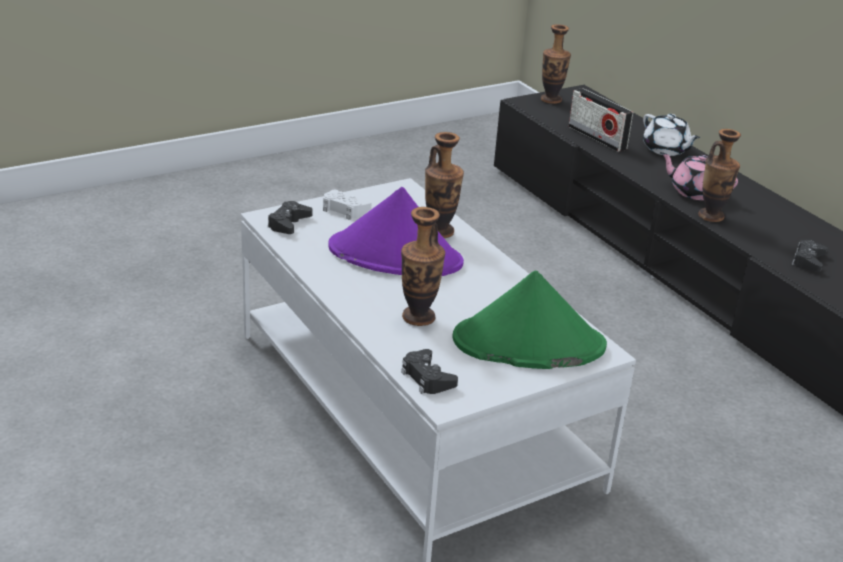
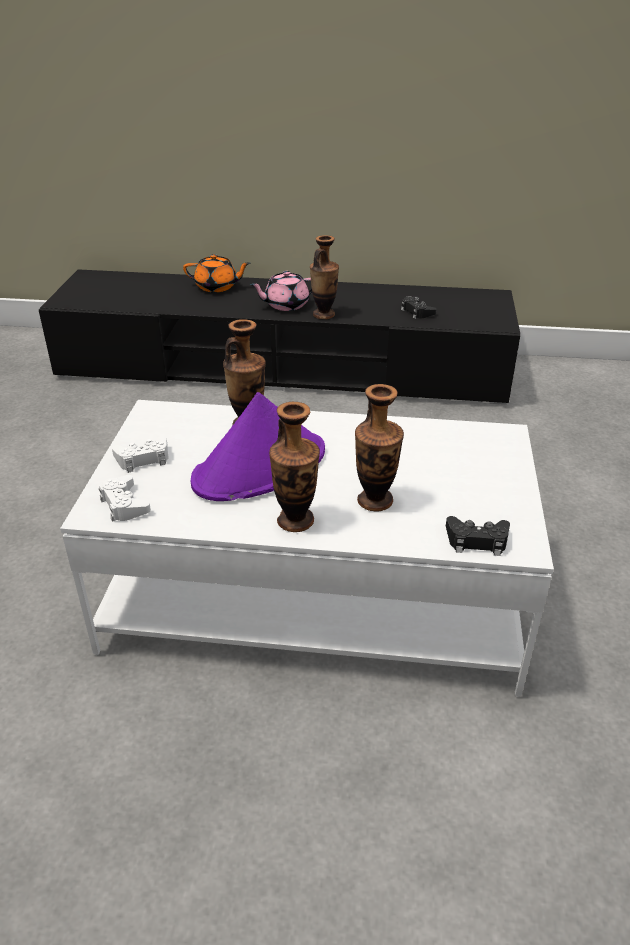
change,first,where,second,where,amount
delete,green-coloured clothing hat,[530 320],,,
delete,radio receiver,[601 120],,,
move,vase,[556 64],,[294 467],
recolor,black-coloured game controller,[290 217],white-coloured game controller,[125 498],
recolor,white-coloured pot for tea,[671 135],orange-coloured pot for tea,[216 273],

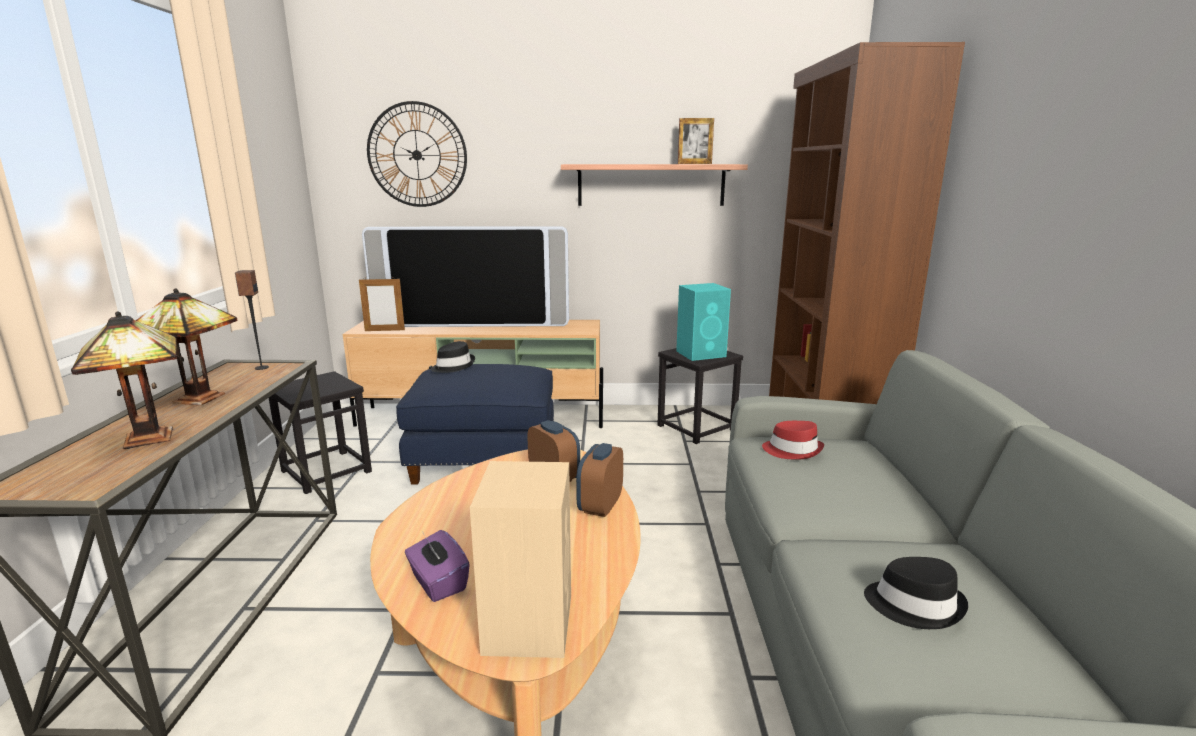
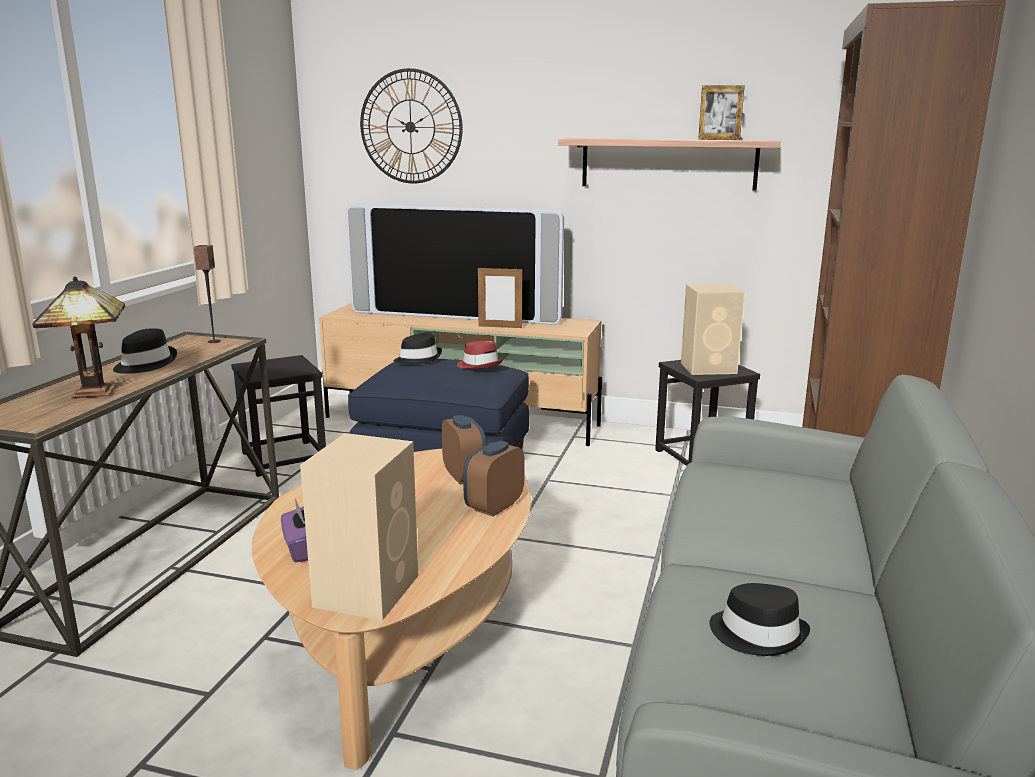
change,first,where,second,where,amount
move,picture frame,[382 304],,[500 297],
move,reddish clothing hat,[793 440],,[480 355],
replace,lamp for a table,[186 347],black-coloured clothing hat,[145 351],
recolor,blue-green speaker,[703 322],beige speaker,[713 329],

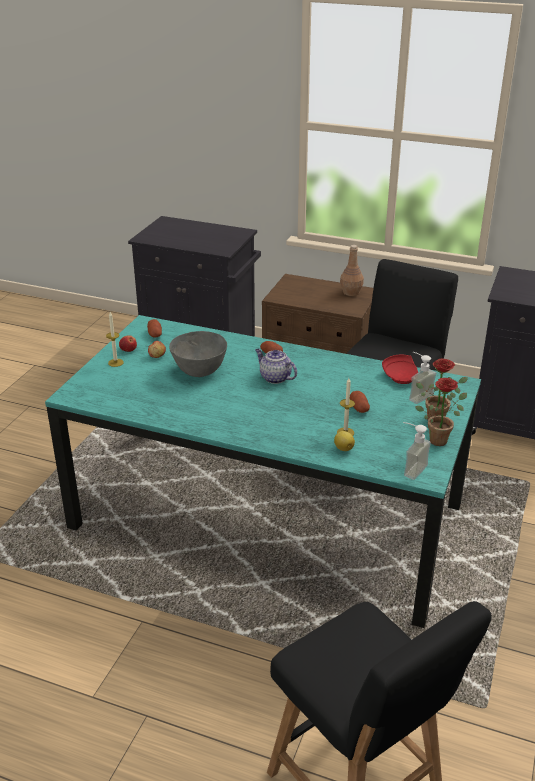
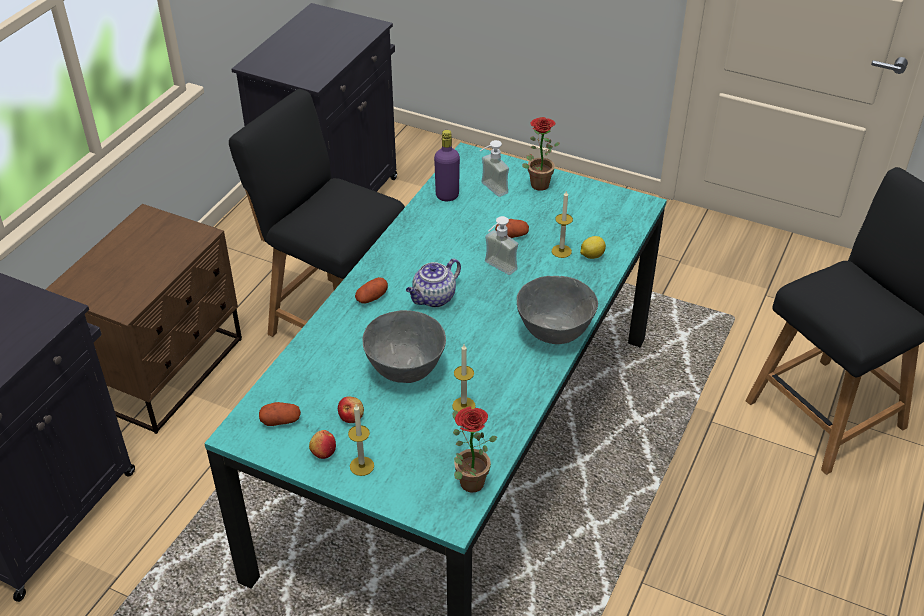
change,first,where,second,where,amount
delete,brown-coloured bottle,[352 270],,,
insert,,,wax candle,[464 378],
insert,,,grey deep dish,[557 310],
move,liquid soap bottle,[417 451],,[501 245],
move,houseplant,[441 412],,[475 449],
replace,reddish plate,[400 369],purple bottle,[447 165],

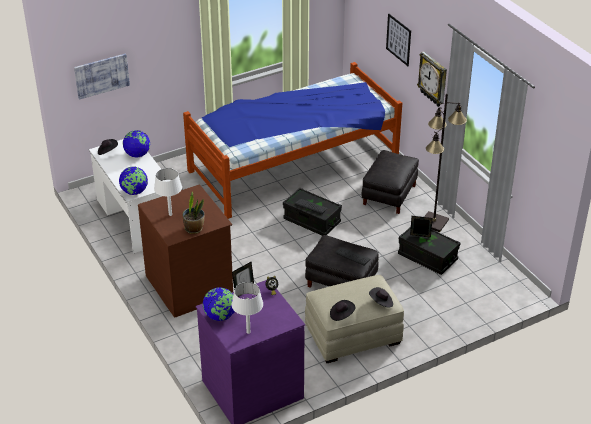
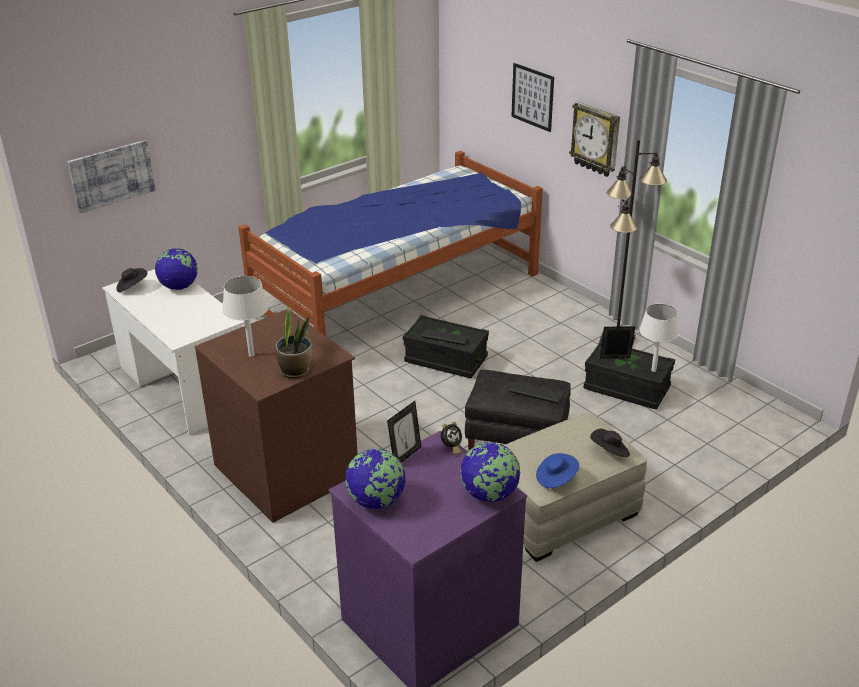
change,first,where,second,where,amount
delete,black-coloured pouffe,[390 182],,,
move,world globe,[133 181],,[490 472],
move,white-coloured lamp for a table,[247 308],,[659 338],
recolor,black-coloured clothing hat,[343 310],blue-coloured clothing hat,[557 470],

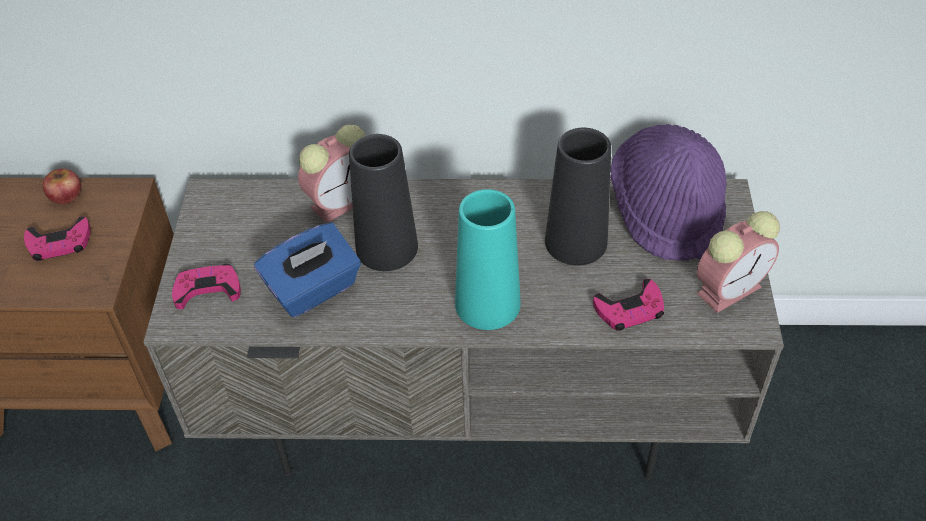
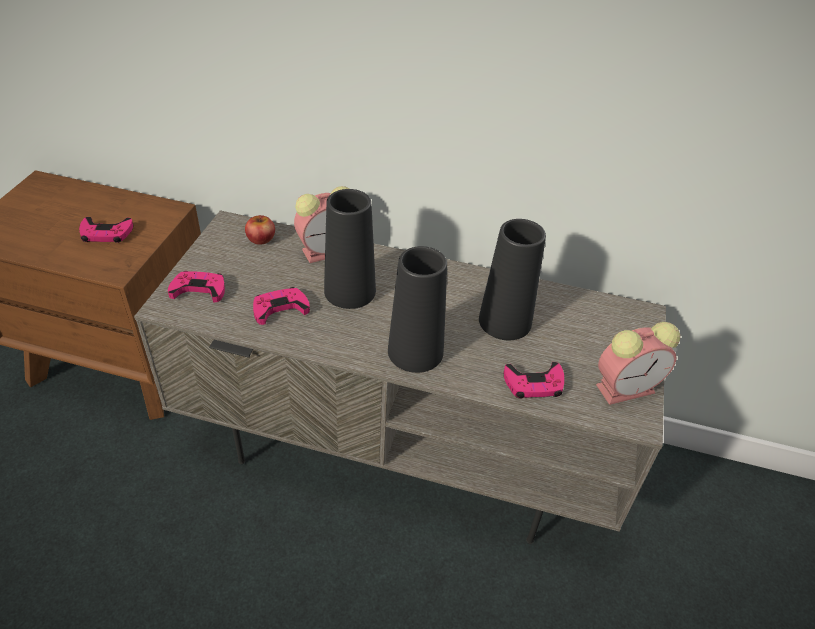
change,first,where,second,where,amount
delete,purple clothing hat,[668 192],,,
move,apple fruit,[62 186],,[260 230],
replace,blue-coloured tissue holder,[307 270],pinkish game controller,[281 306],
recolor,blue-green vase,[488 259],black-coloured vase,[417 309],

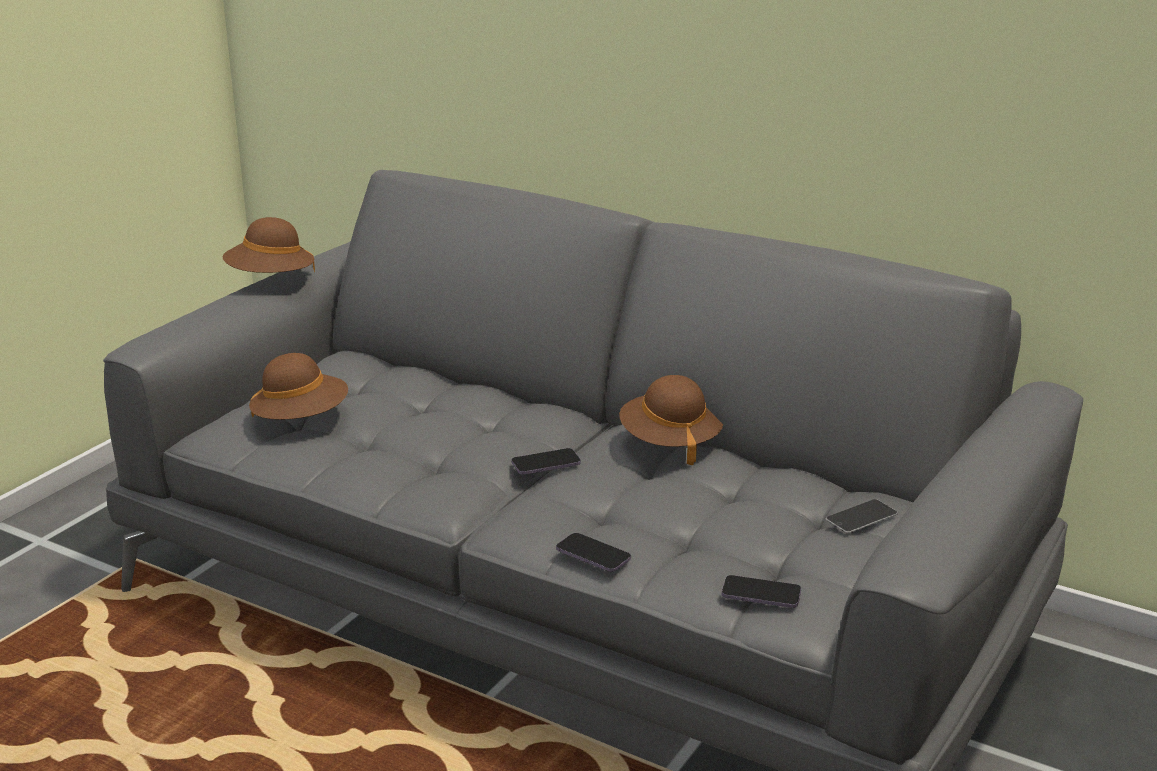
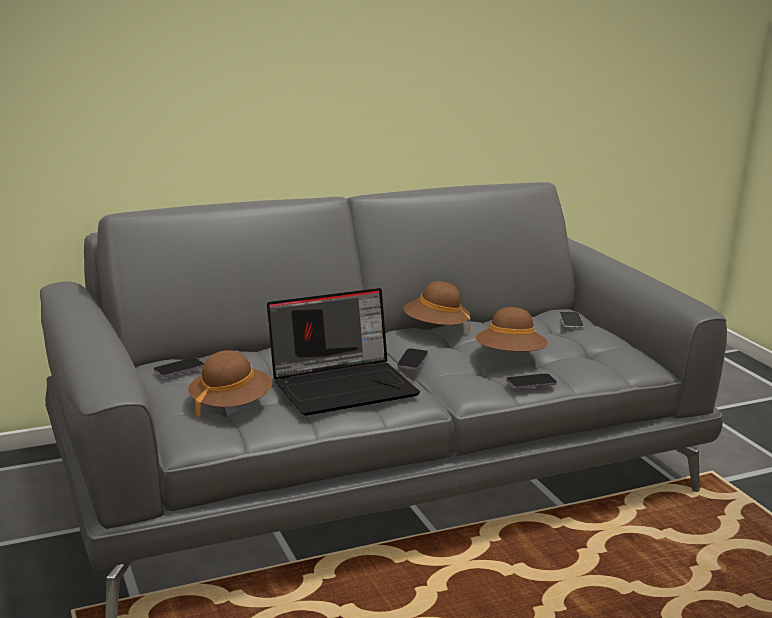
change,first,where,second,where,amount
insert,,,portable computer,[343 352],
move,brown-coloured clothing hat,[269 245],,[512 329],
move,handset,[761 591],,[179 367],

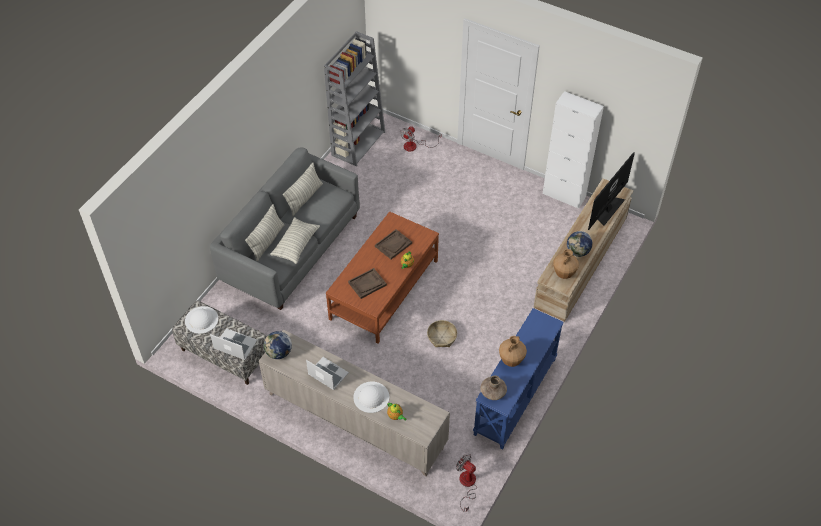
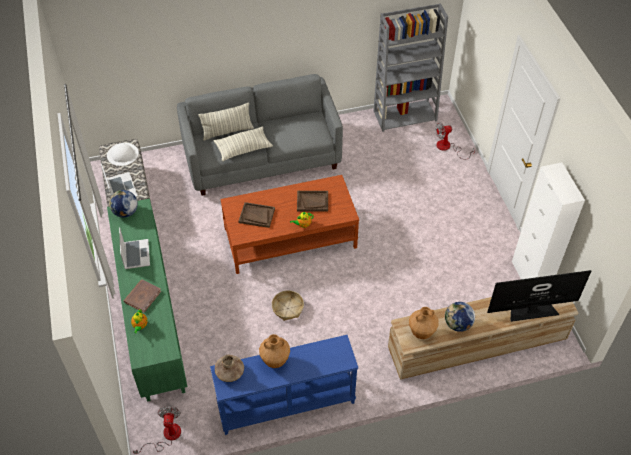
change,first,where,second,where,amount
delete,pillow,[303 189],,,
replace,white-coloured clothing hat,[371 397],brown-coloured bound book,[142 296],
recolor,beige storage cabinet,[354 402],green-coloured storage cabinet,[147 300],

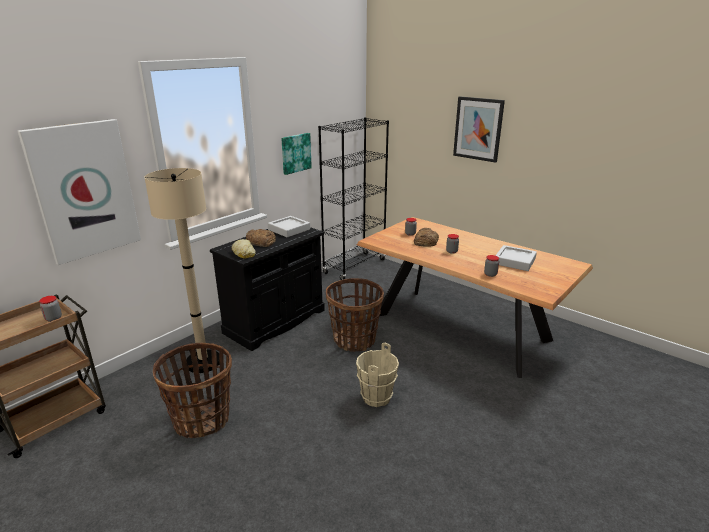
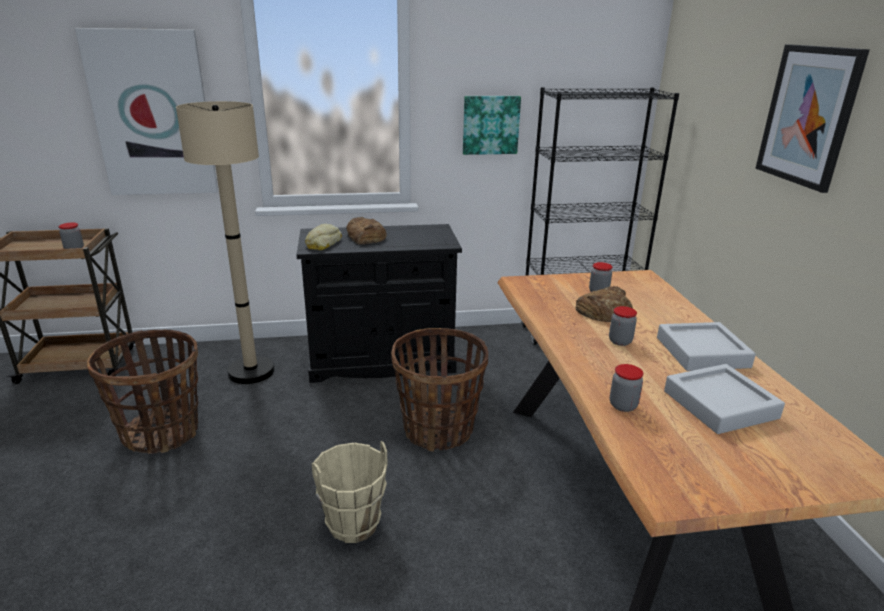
change,first,where,second,where,amount
move,grey tray,[289 226],,[706 346],

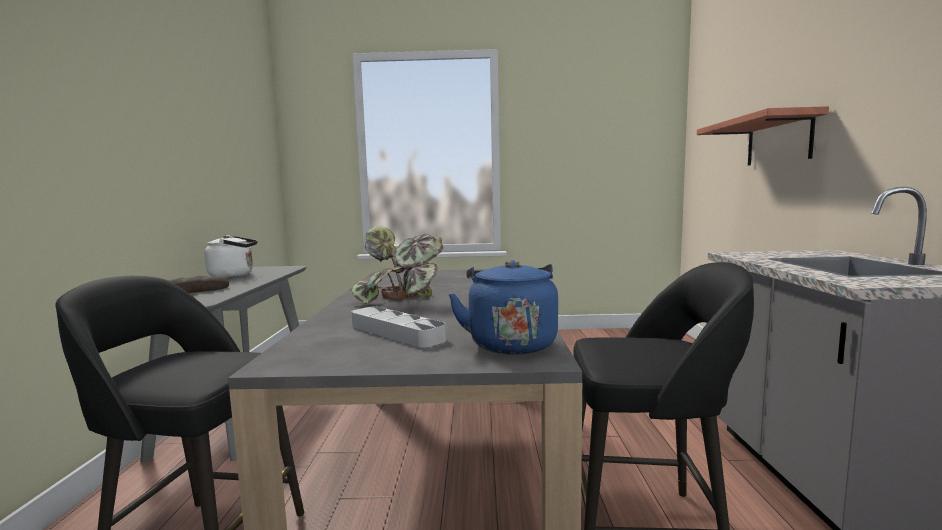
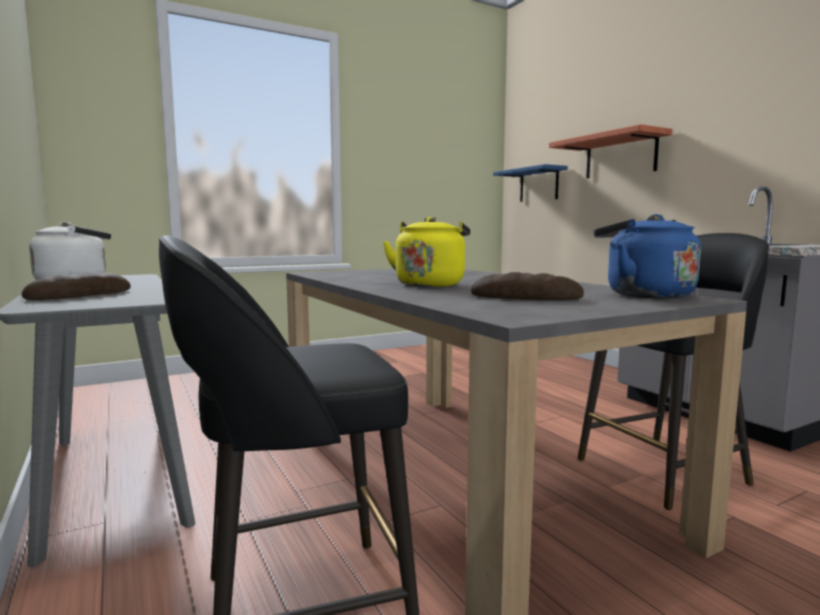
change,first,where,second,where,amount
insert,,,blue-coloured shelf,[530 183],
replace,houseplant,[397 265],yellowish tea kettle,[426 252],
replace,grey tray,[399 326],bakery bread,[527 286],

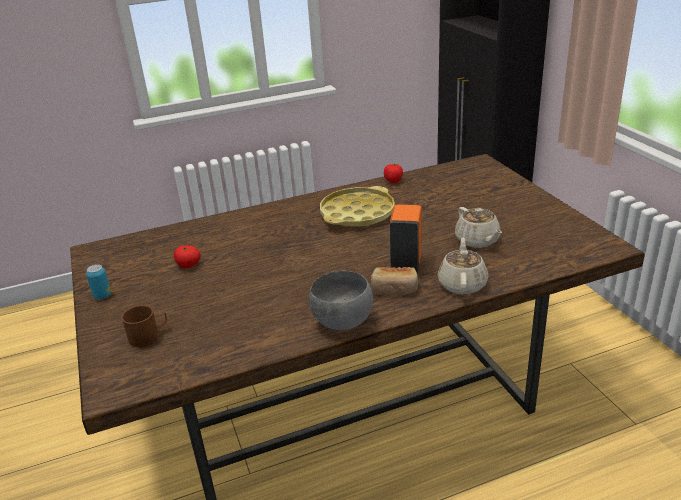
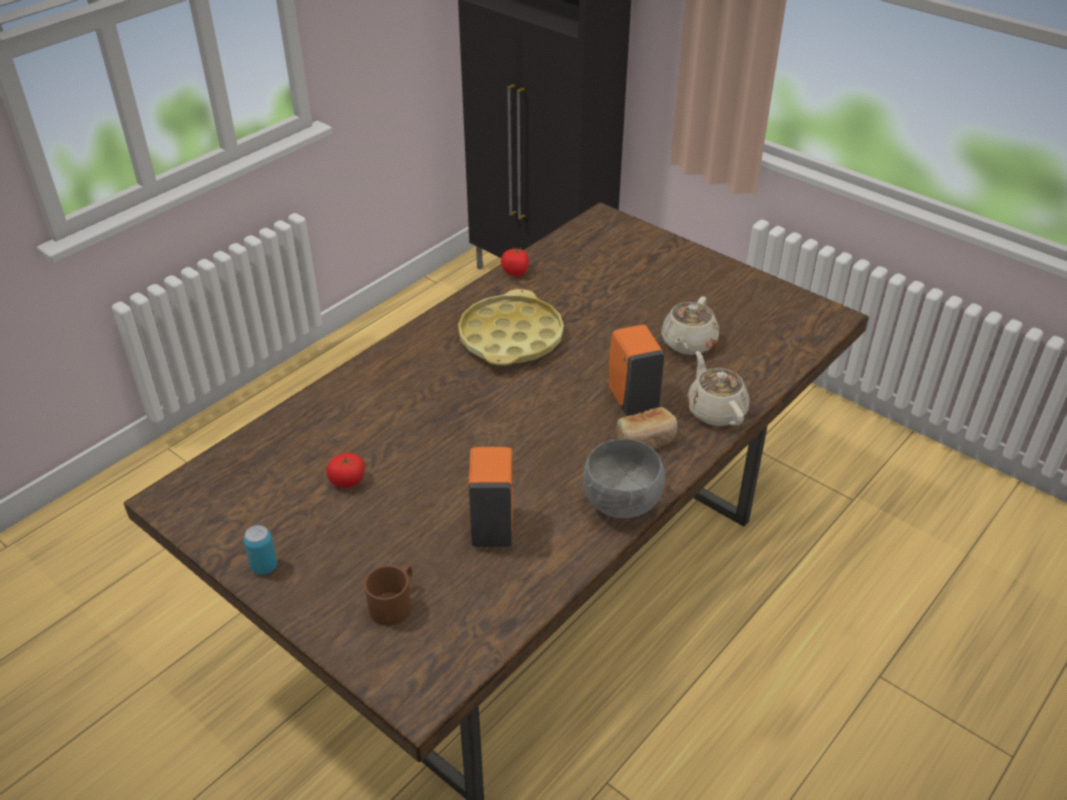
change,first,where,second,where,amount
insert,,,orange-coloured liquid soap bottle,[490 497],
rotate,beige pot for tea,[478 227],,[690 326],75 degrees clockwise

